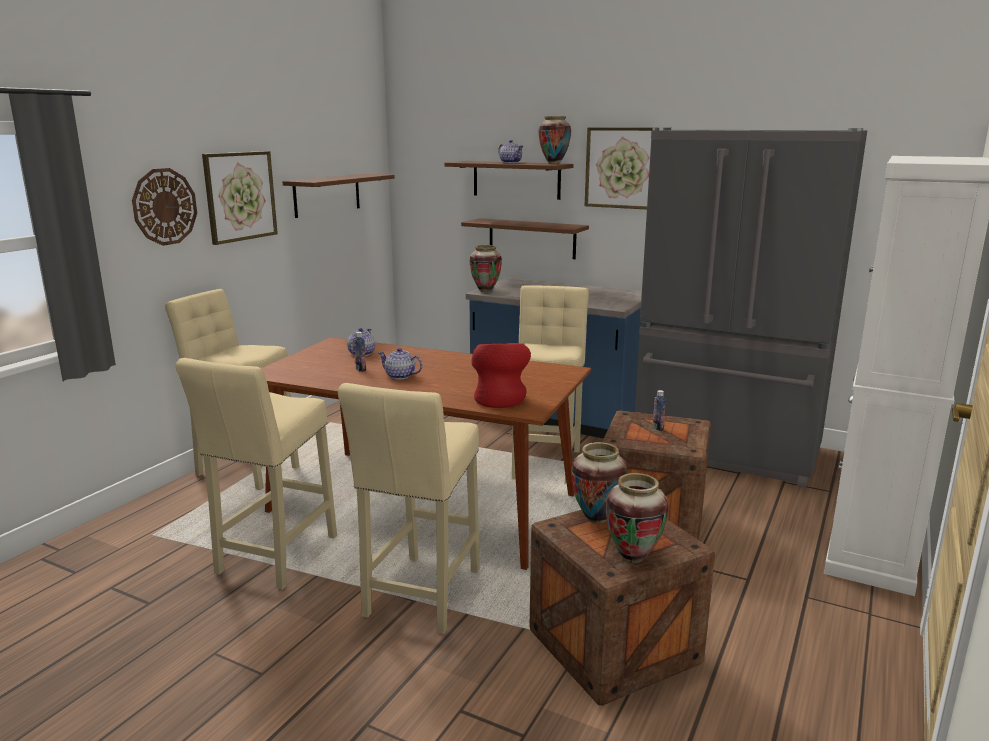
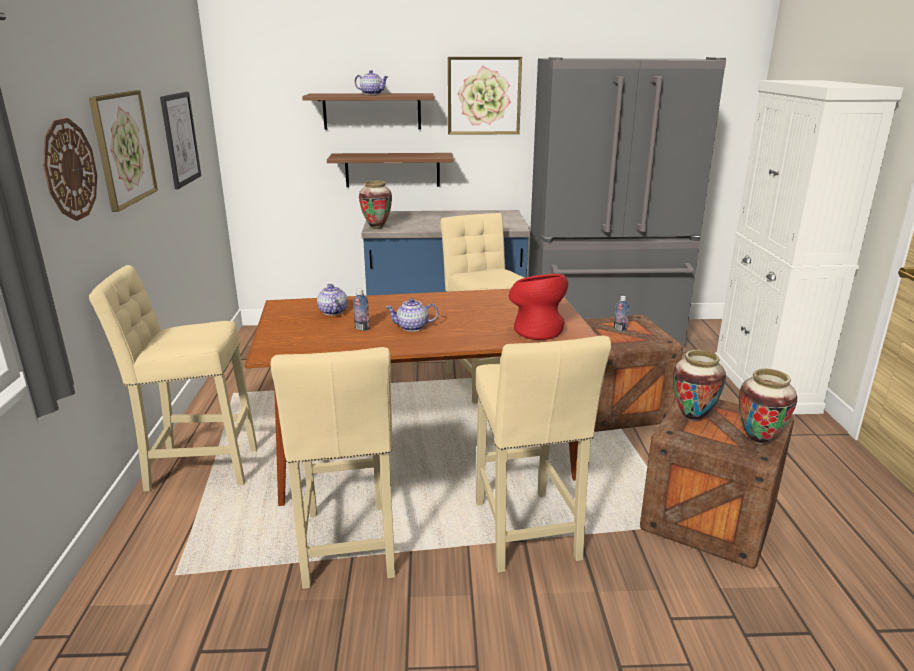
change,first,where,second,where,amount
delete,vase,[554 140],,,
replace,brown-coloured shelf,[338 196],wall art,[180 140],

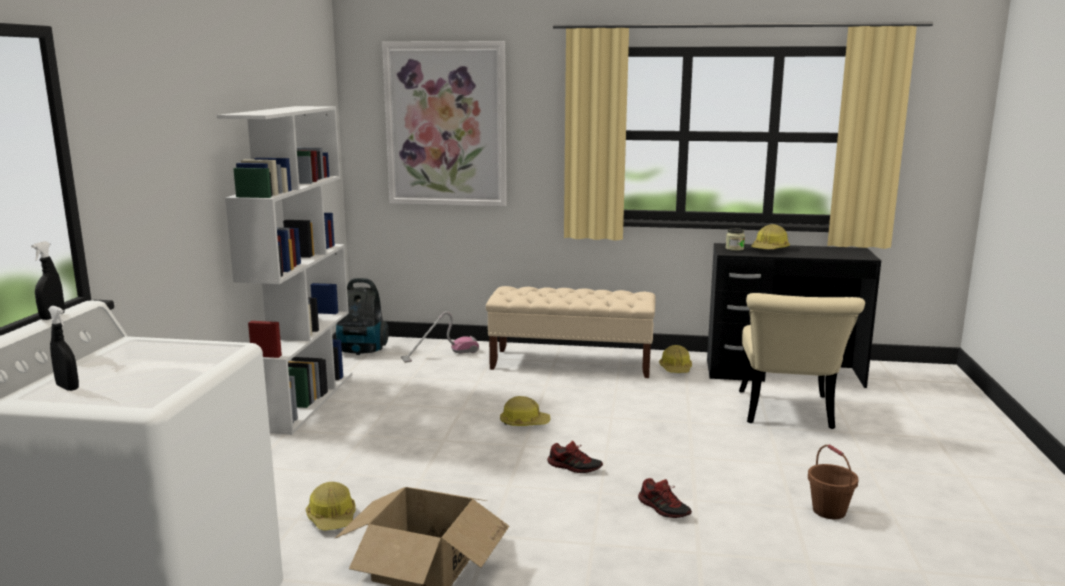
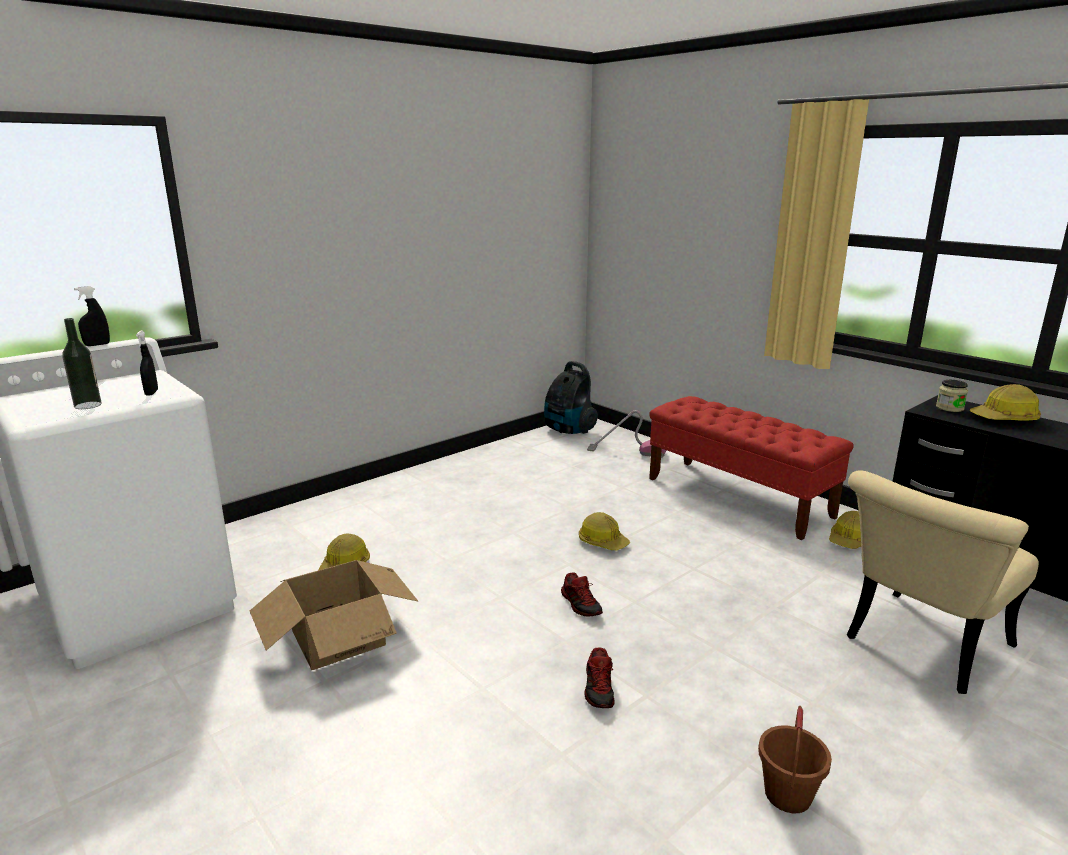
change,first,where,second,where,amount
delete,white-coloured bookcase,[284 270],,,
delete,wall art,[444 123],,,
insert,,,bottle,[82 363],
move,black-coloured hand sprayer,[63 348],,[147 363],
recolor,beige indoor bench,[571 332],reddish indoor bench,[751 468],

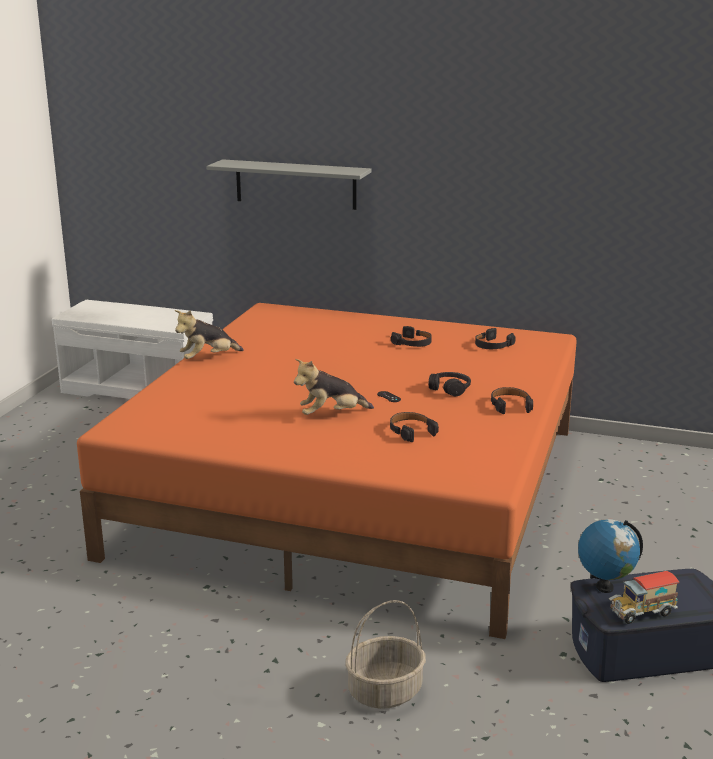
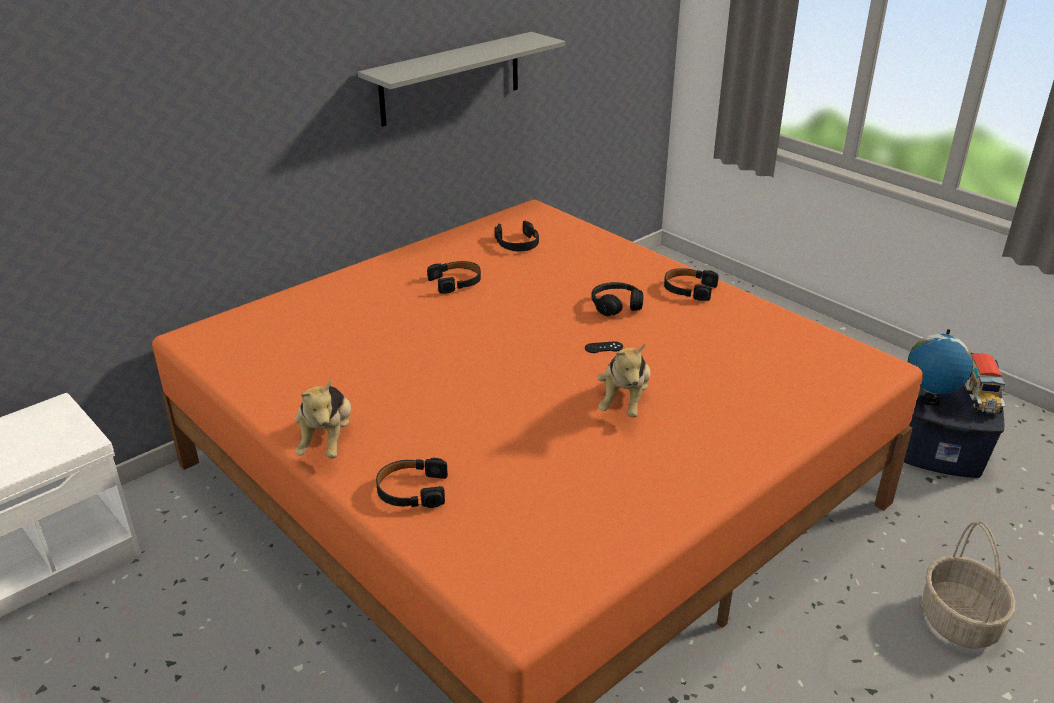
change,first,where,second,where,amount
move,grey shelf,[289 184],,[461 79],
move,black-coloured pair of headphones,[414 427],,[412 483],

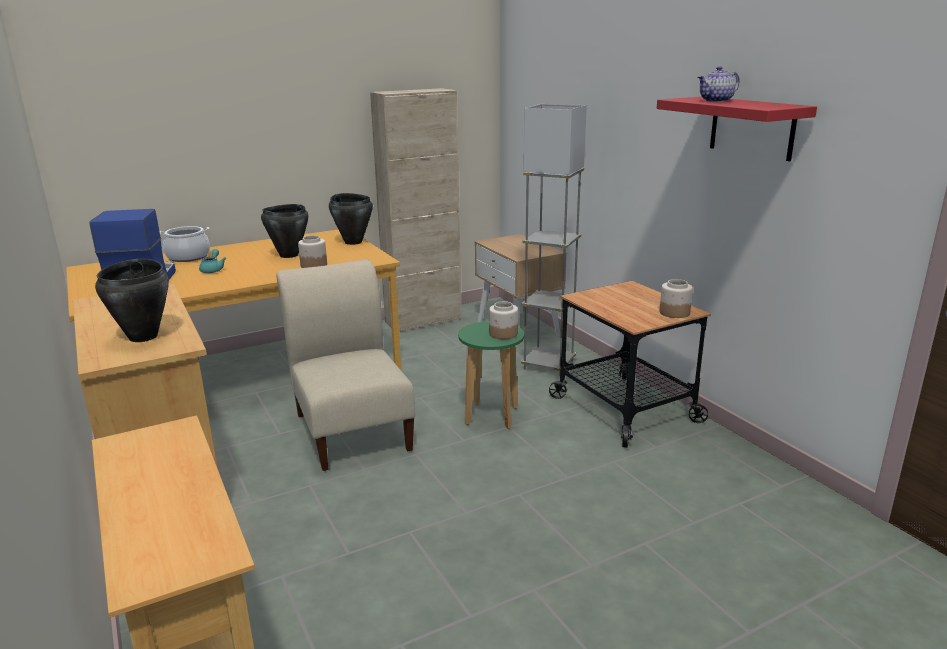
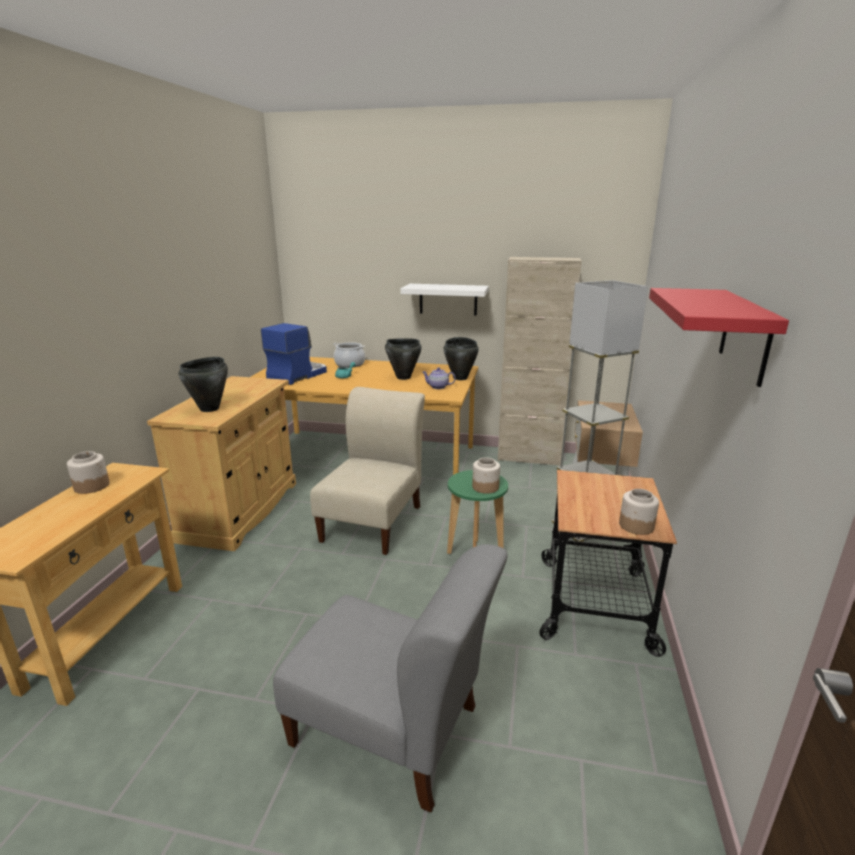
change,first,where,second,where,amount
insert,,,grey plain chair,[390 678],
insert,,,white-coloured shelf,[444 300],
move,preserve jar,[312 251],,[88 472],
move,pot for tea,[718 84],,[439 378],

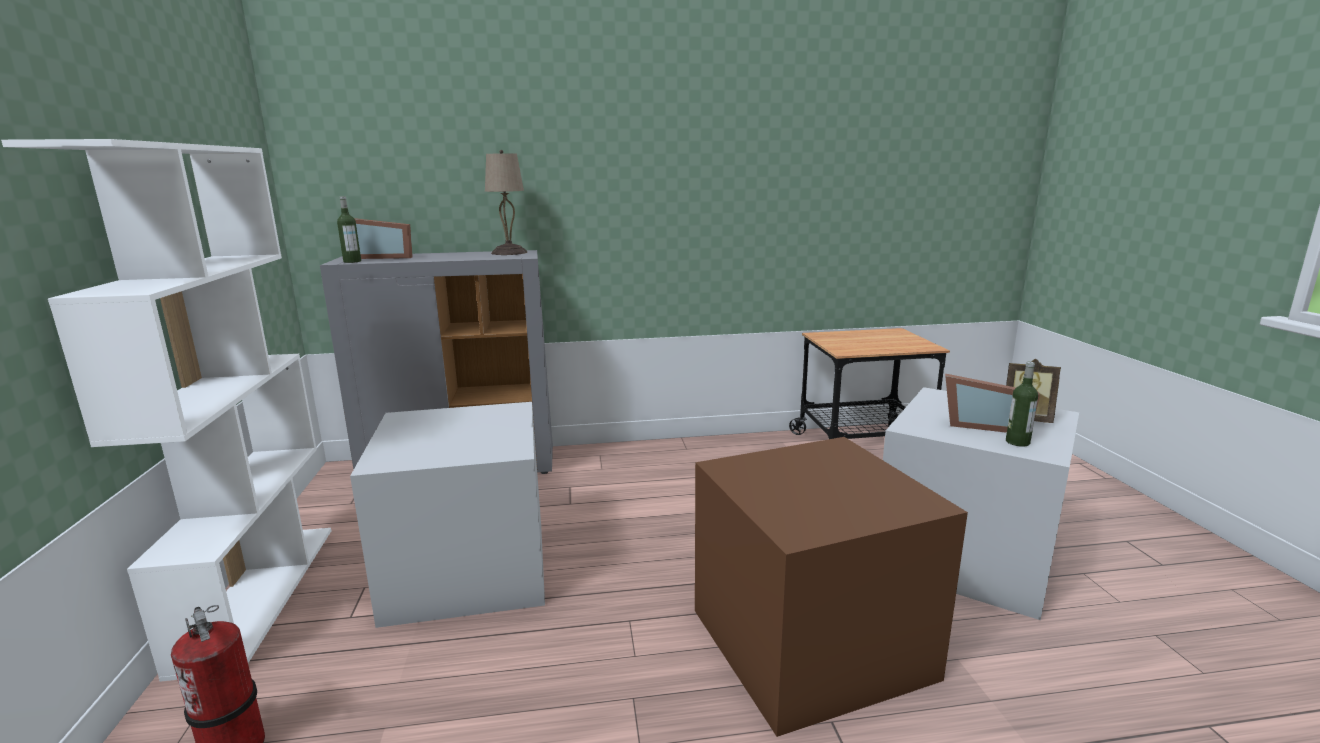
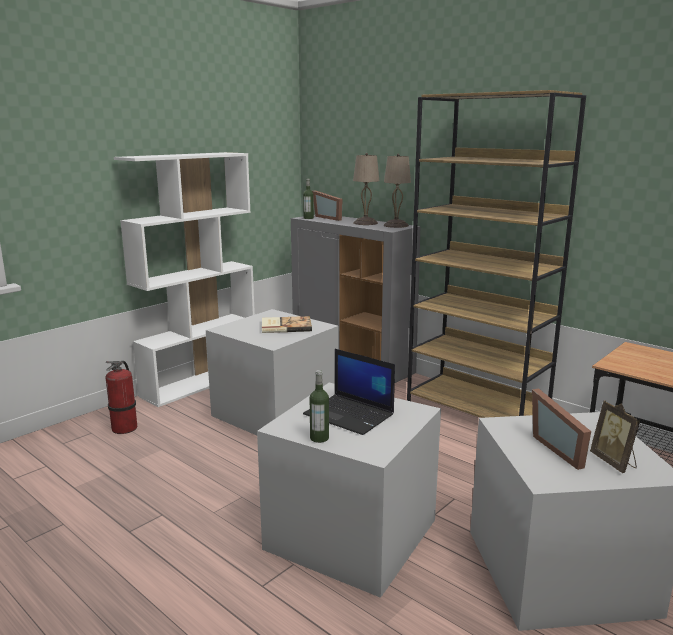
change,first,where,second,where,amount
insert,,,bound book,[287 324],
insert,,,portable computer,[349 392],
insert,,,beige lamp for a table,[366 189],
insert,,,brown-coloured bookcase,[496 254],
move,bottle,[1022 404],,[319 406],
recolor,brown-coloured storage bin,[831 587],grey storage bin,[349 490],

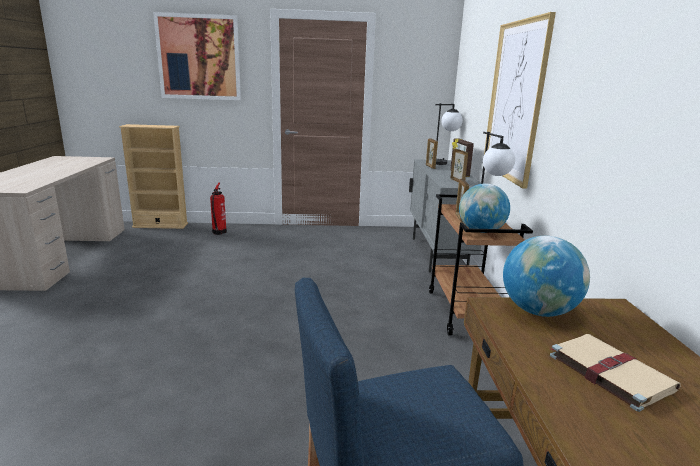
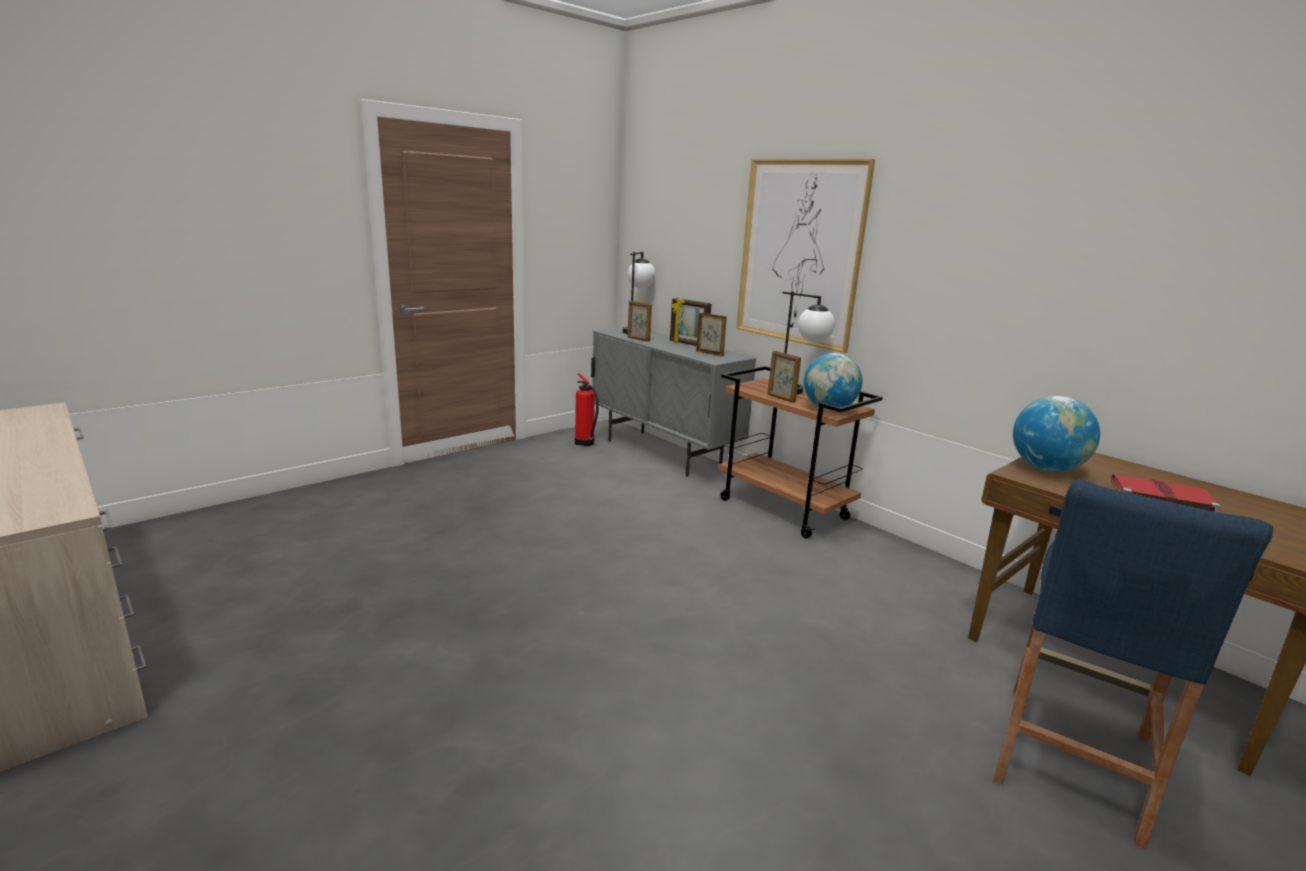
change,first,where,second,where,amount
delete,beige bookcase,[153 176],,,
delete,wall art,[197 56],,,
move,extinguisher,[218 209],,[587 409],
recolor,beige bound book,[615 373],reddish bound book,[1166 493],

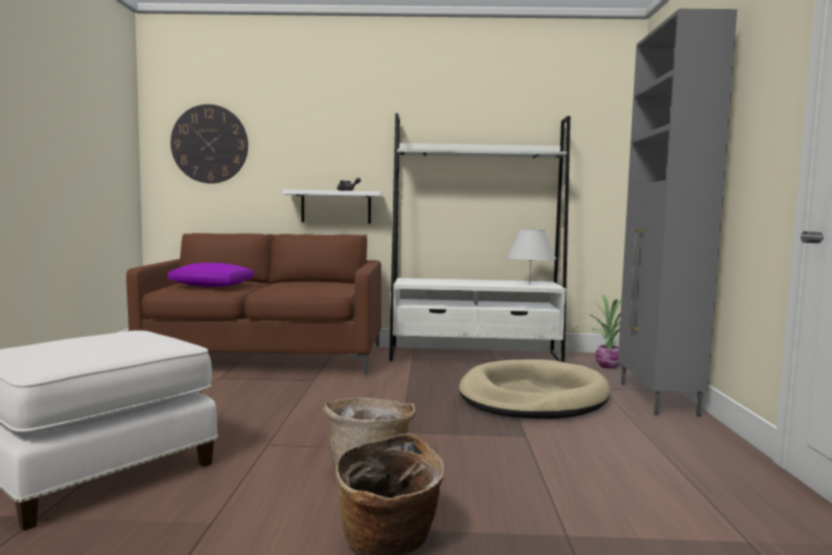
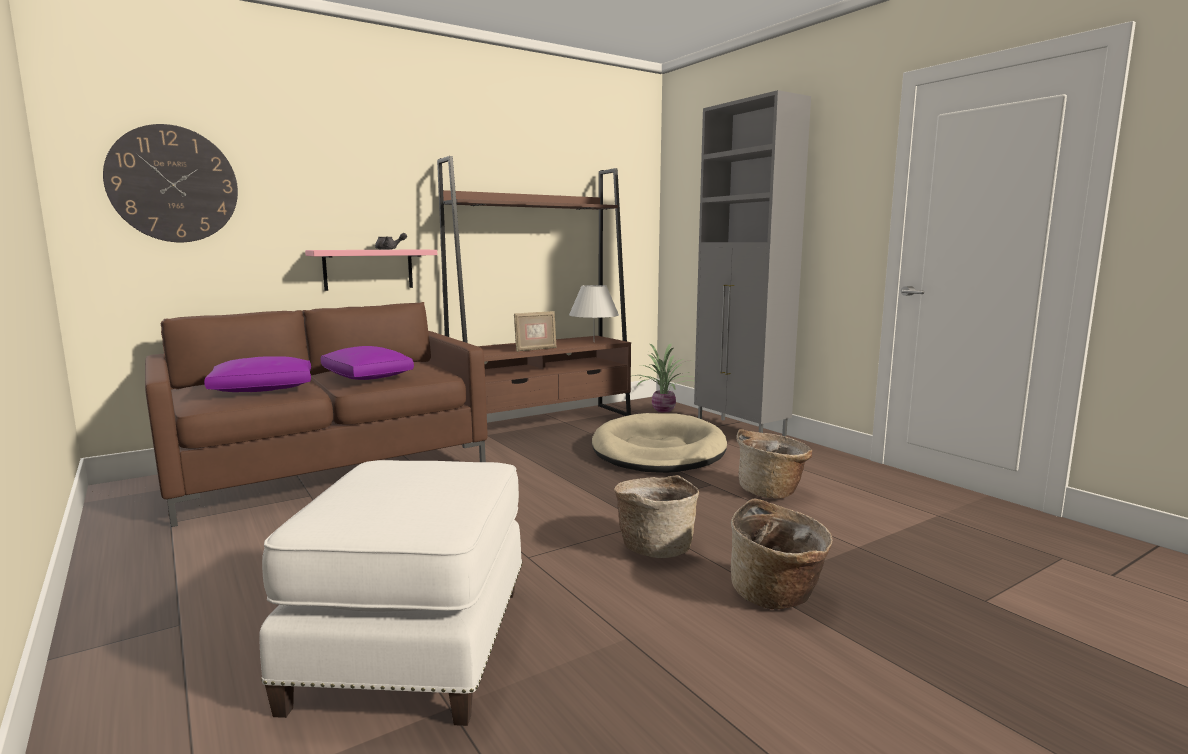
change,first,where,second,where,amount
insert,,,purple pillow,[367 363],
insert,,,picture frame,[535 331],
insert,,,basket,[774 464],
recolor,white-coloured shelf,[332 207],pinkish shelf,[371 270],
recolor,white-coloured bookcase,[479 237],brown-coloured bookcase,[534 286],

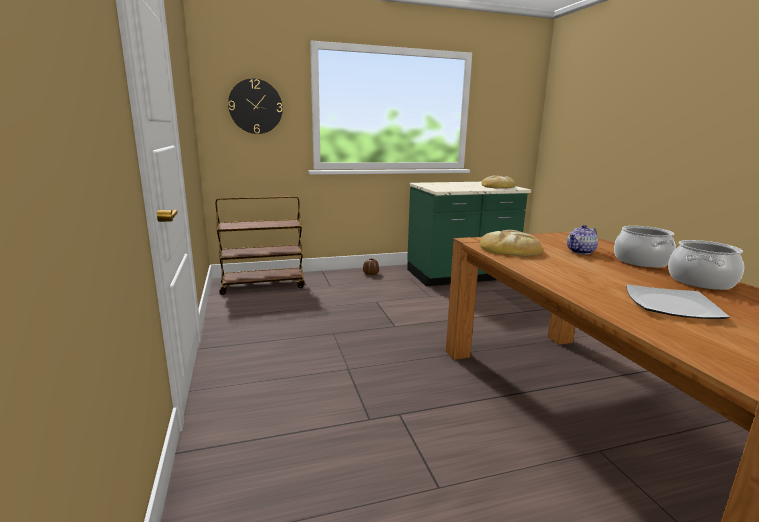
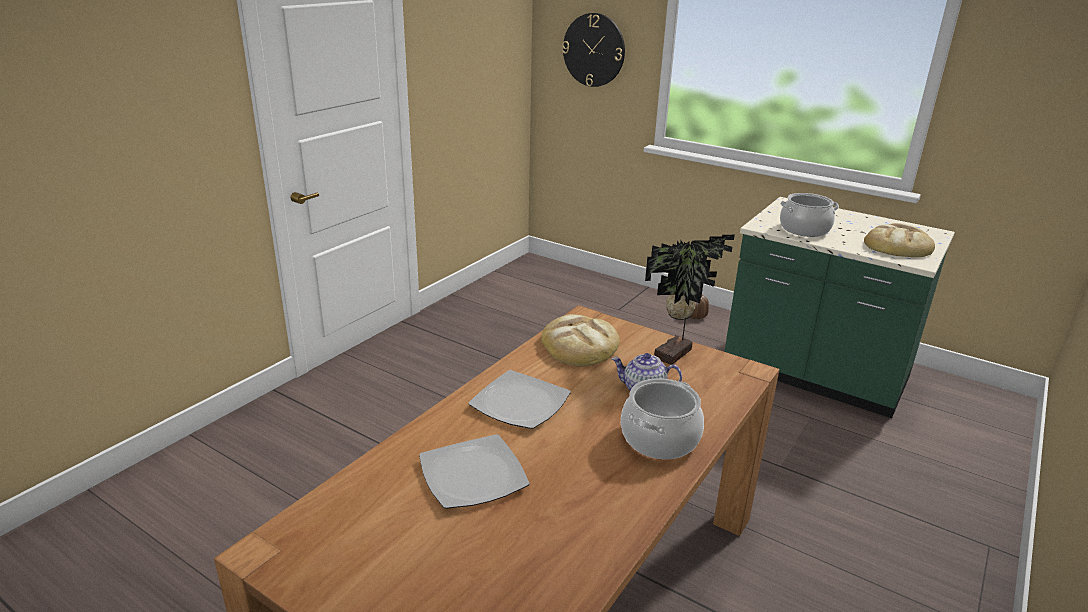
change,first,where,second,where,amount
delete,brown-coloured wheeled cart,[260 245],,,
insert,,,plate,[519 399],
insert,,,houseplant,[690 300],
move,saucepot,[706 265],,[809 215],

